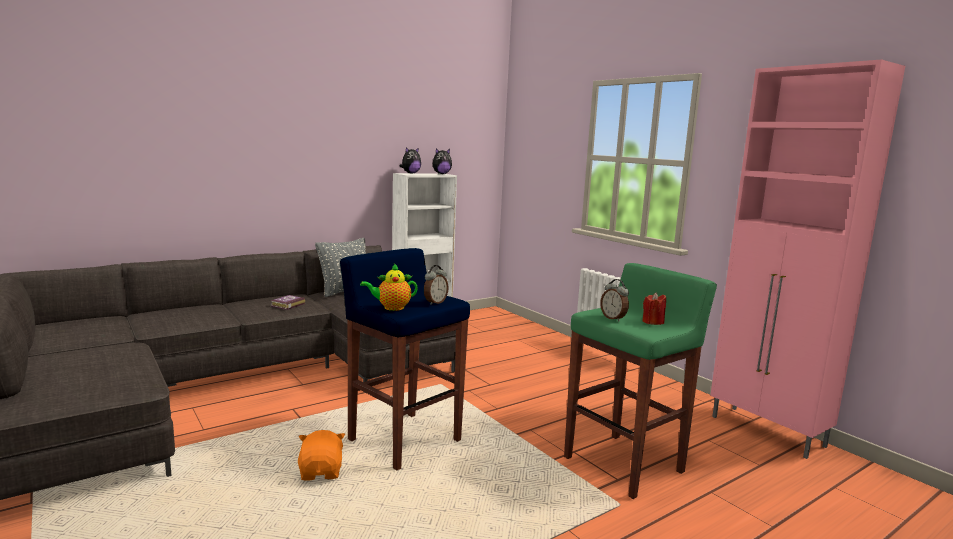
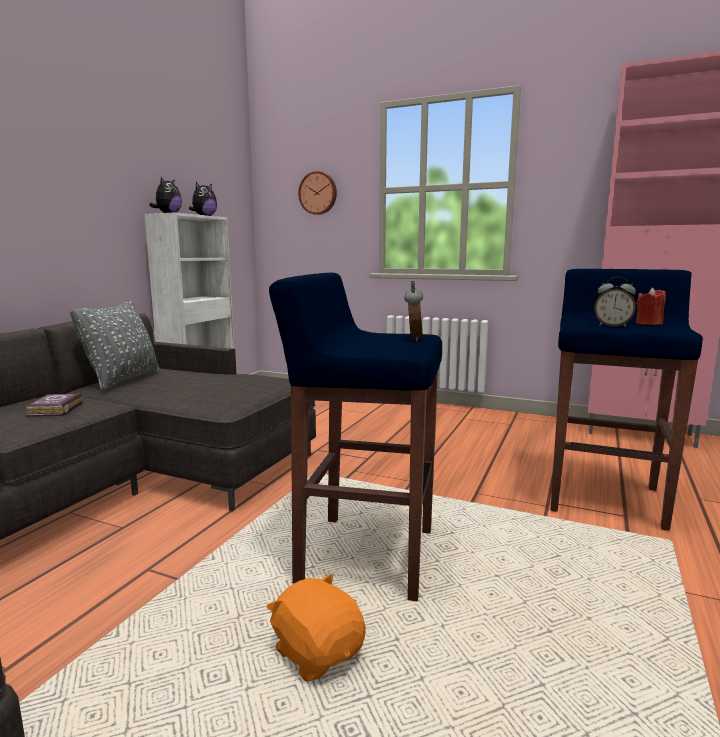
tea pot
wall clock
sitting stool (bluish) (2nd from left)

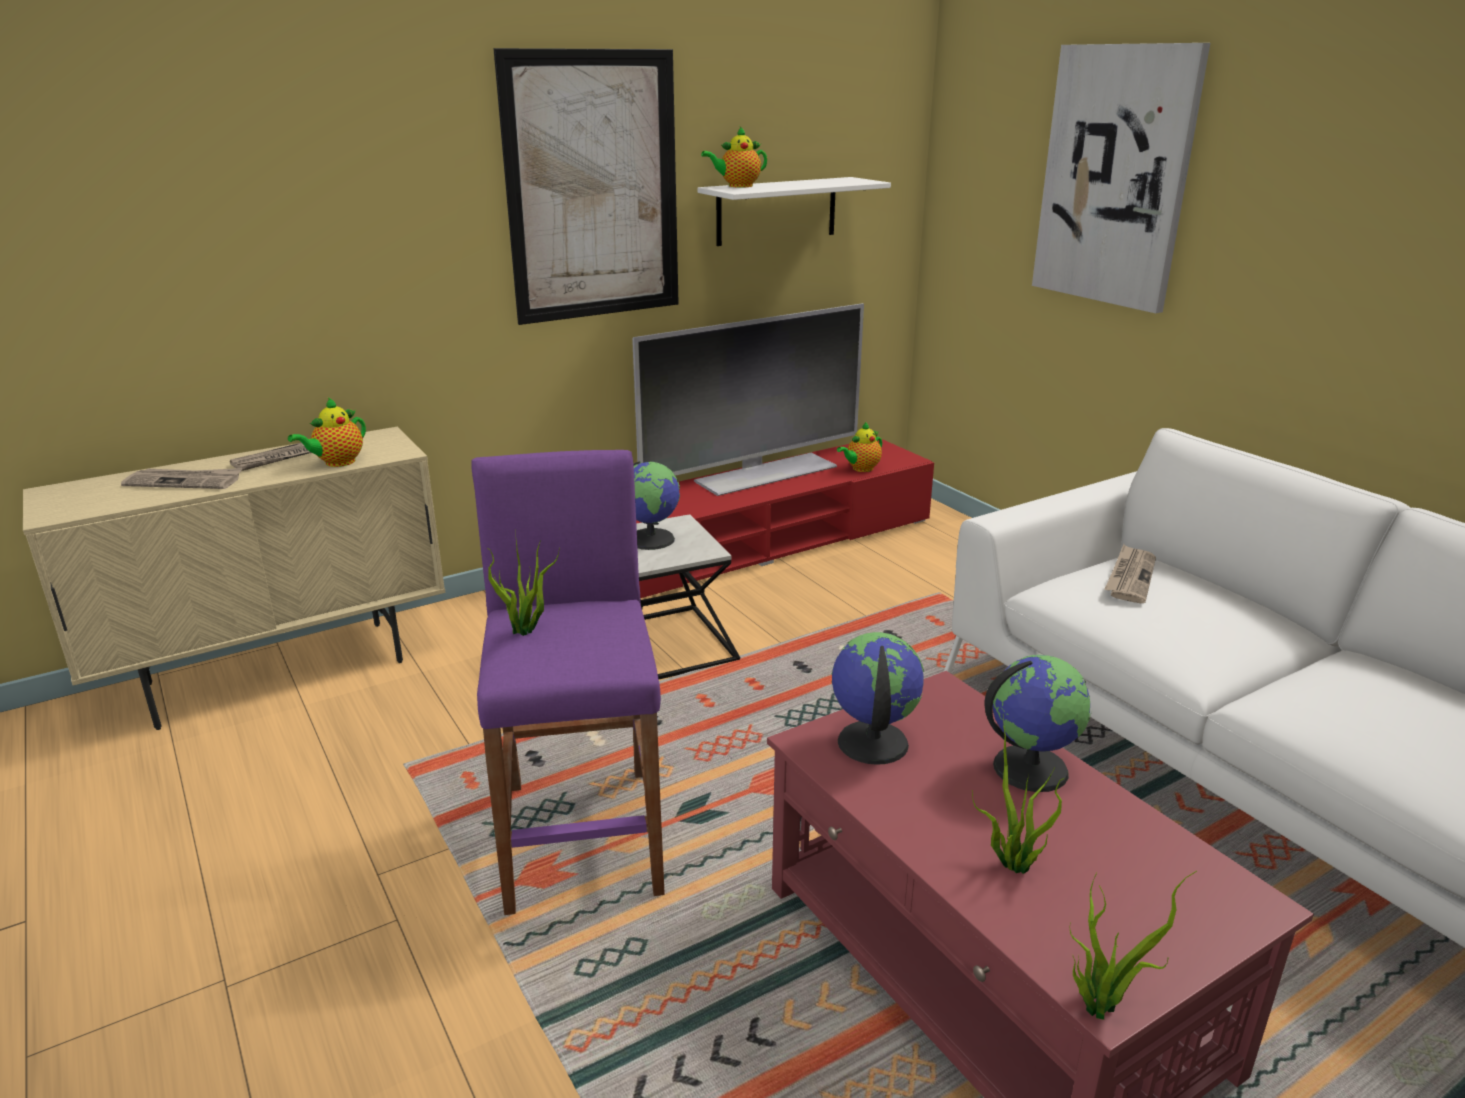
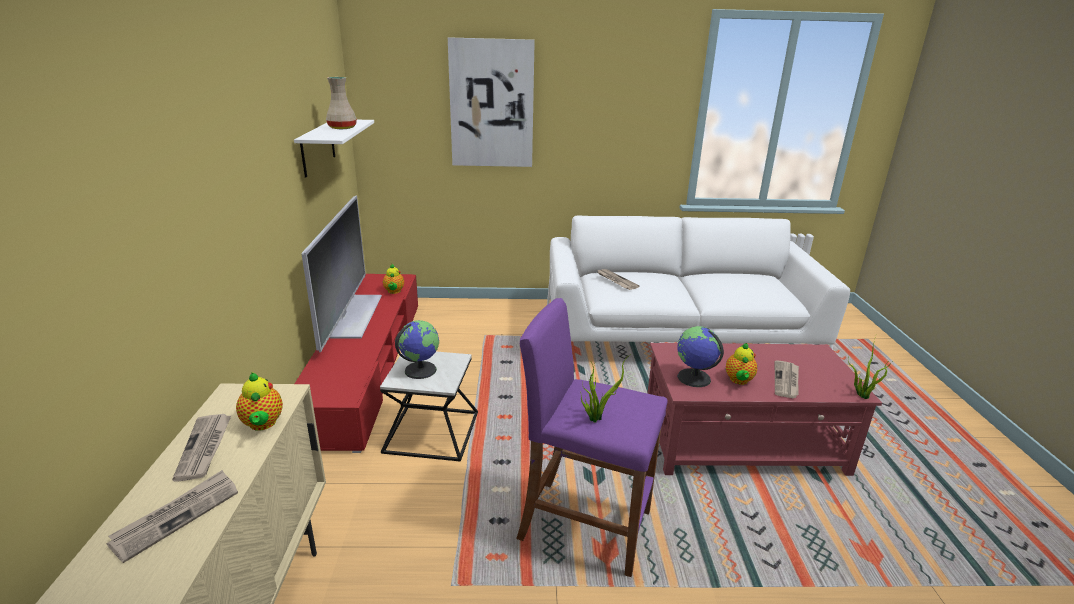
wall art (1st from left in the first image)
globe (3rd from left in the first image)
flower vase (beige)
tea pot (3rd from left)
daily paper (4th from left)

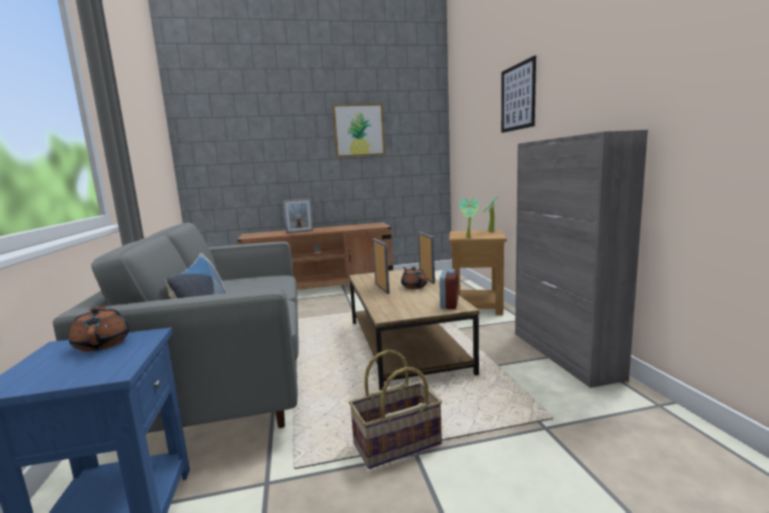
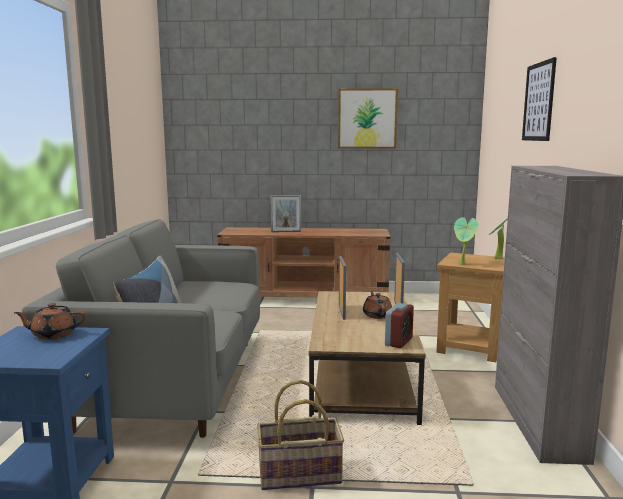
tea pot (brownish) (1st from left)

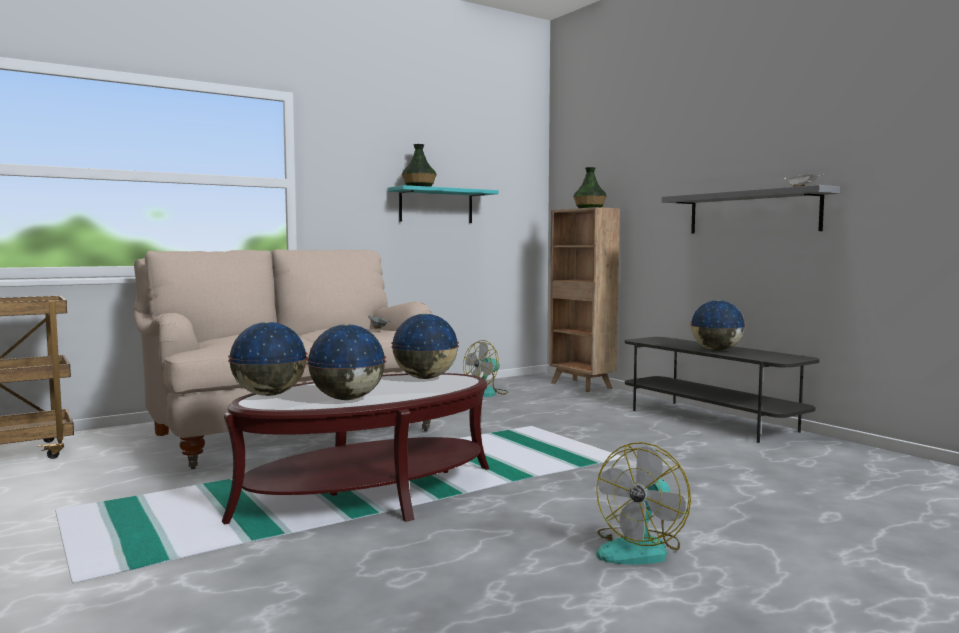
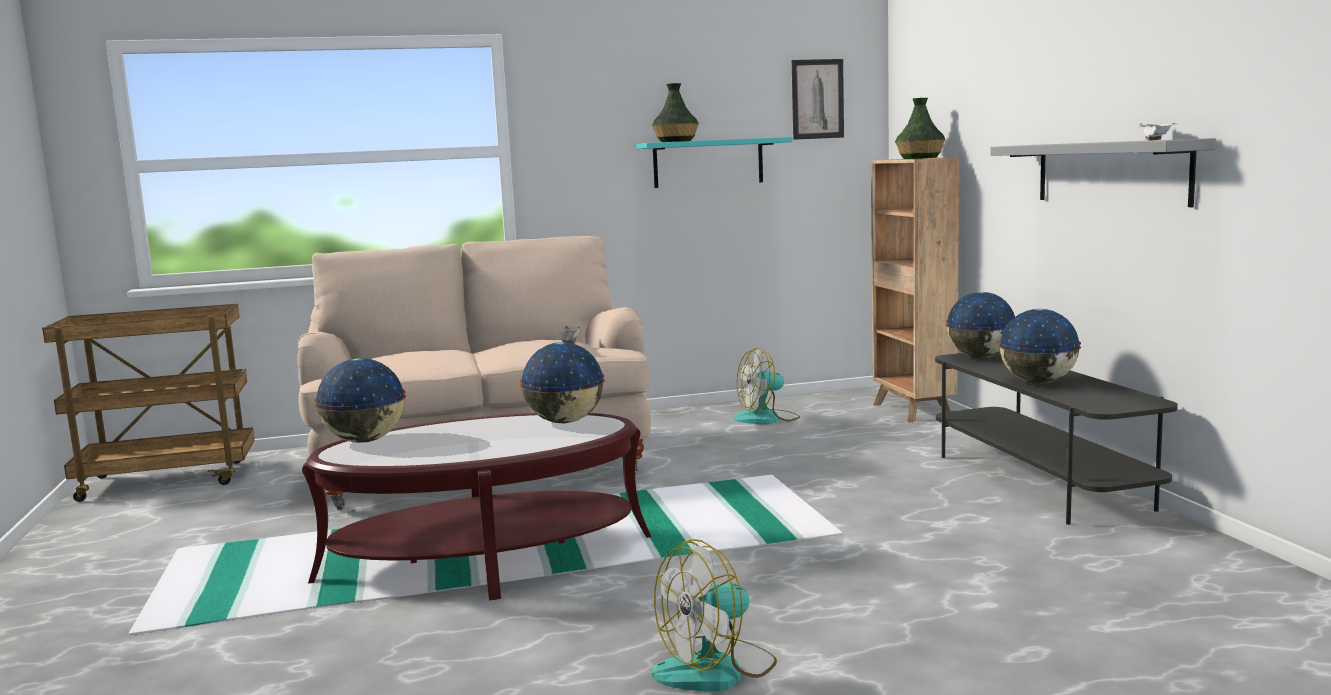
wall art
globe (3rd from left)

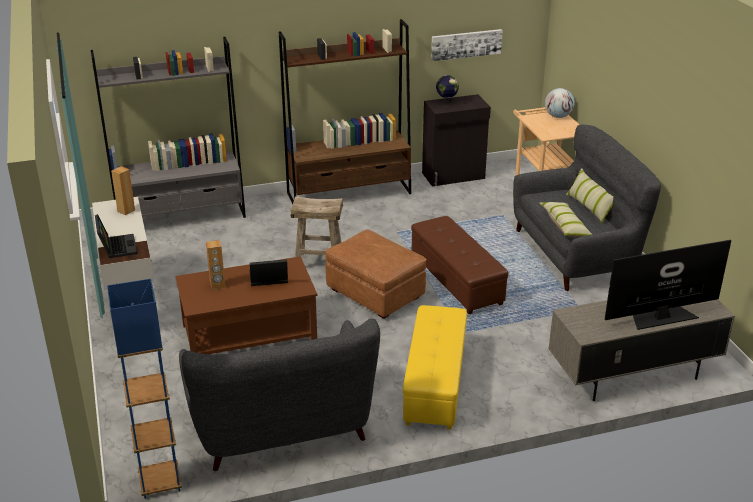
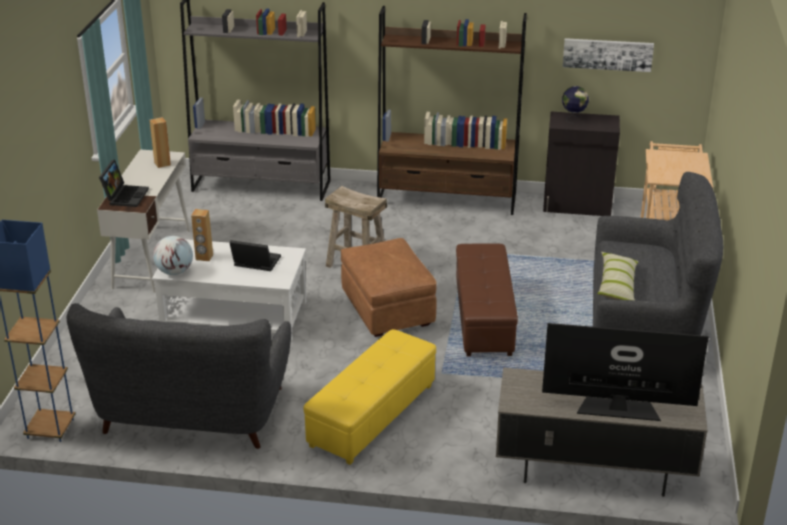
pillow (2nd from left in the first image)
globe (1st from left)
lounge table (white-coloured)

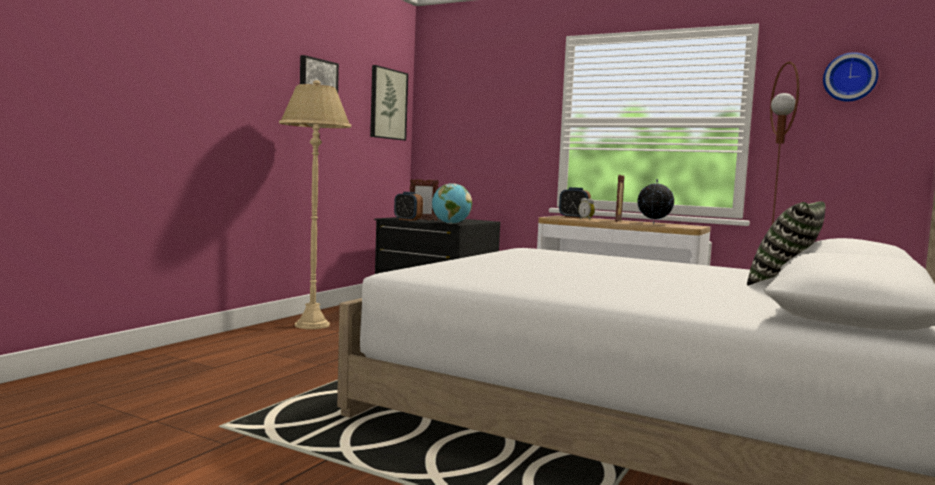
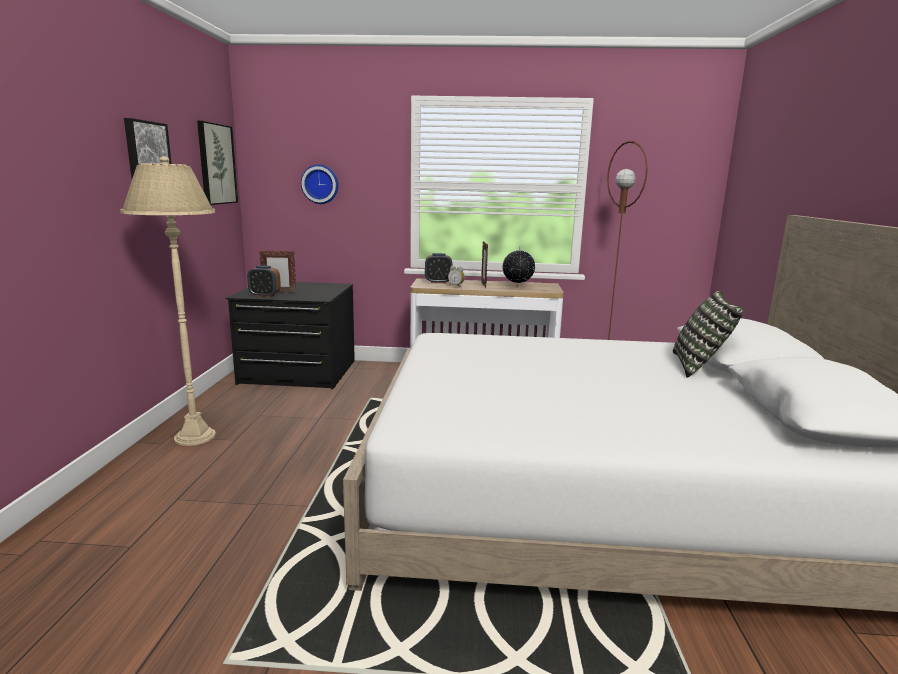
globe (1st from left in the first image)
wall clock

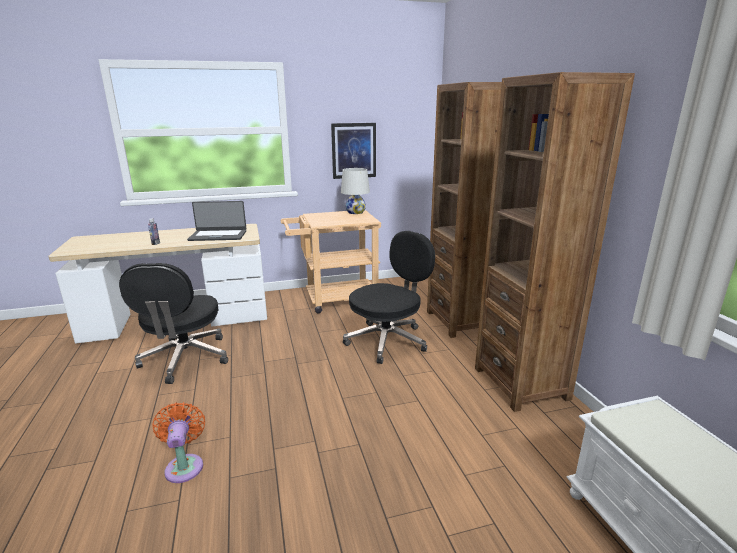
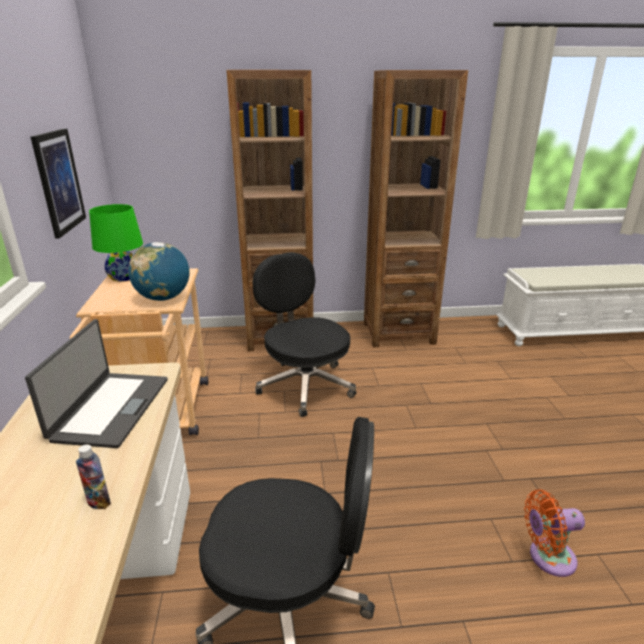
globe
table lamp (greenish)

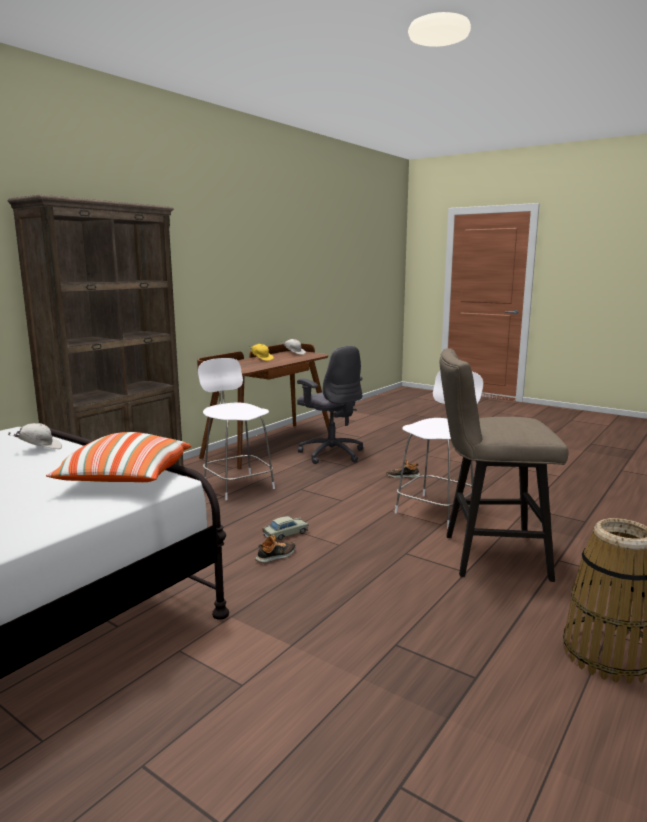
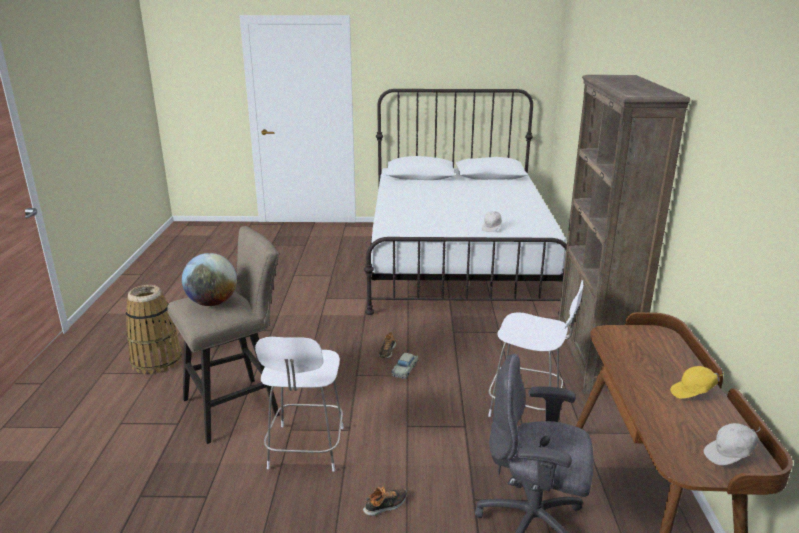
pillow
globe

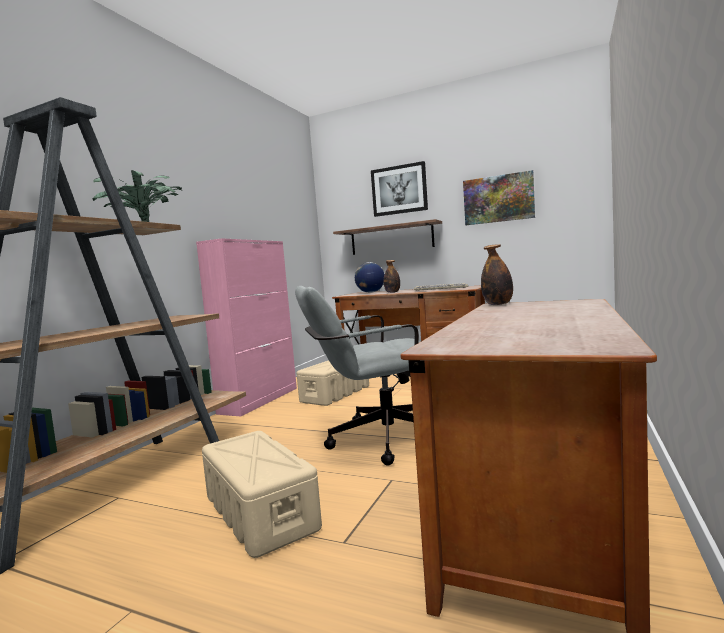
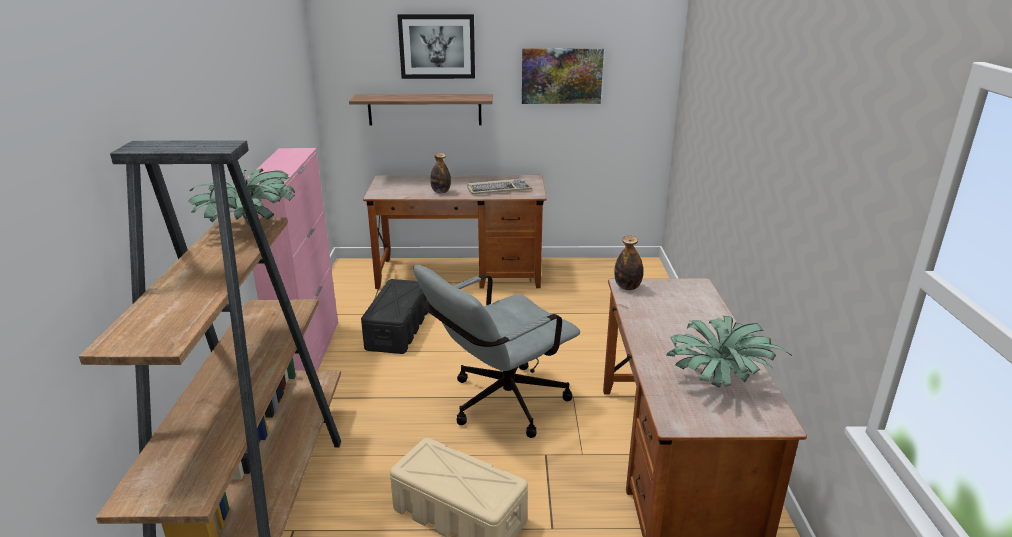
globe
houseplant (2nd from left)
storage box (black-coloured)

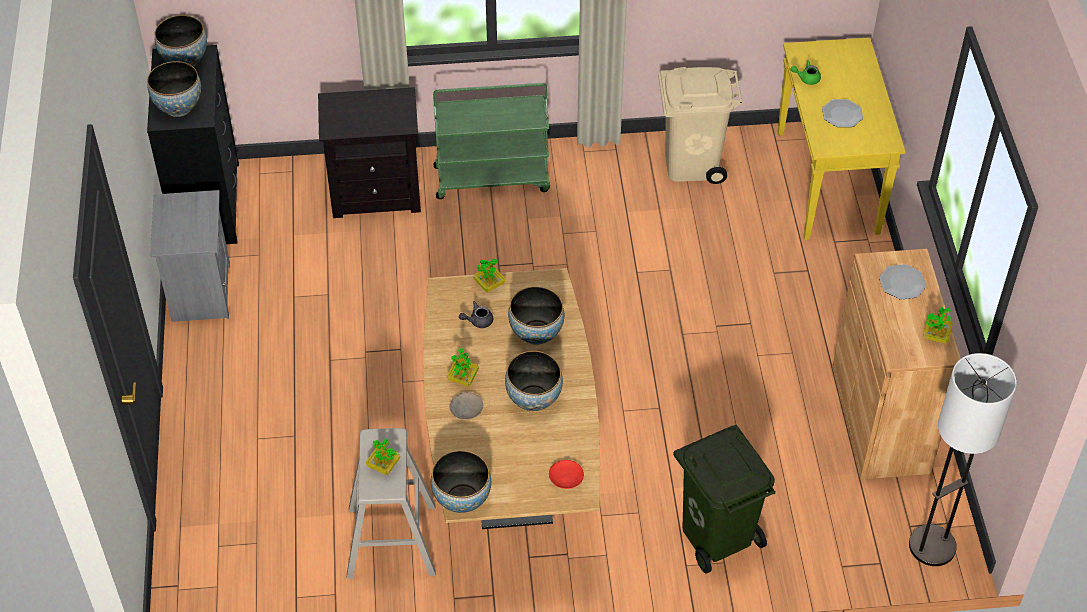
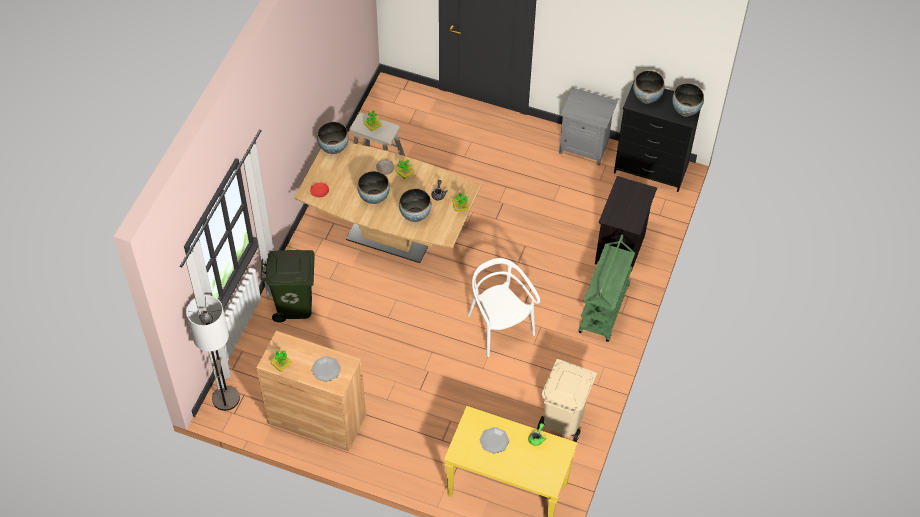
plain chair (white-coloured)

